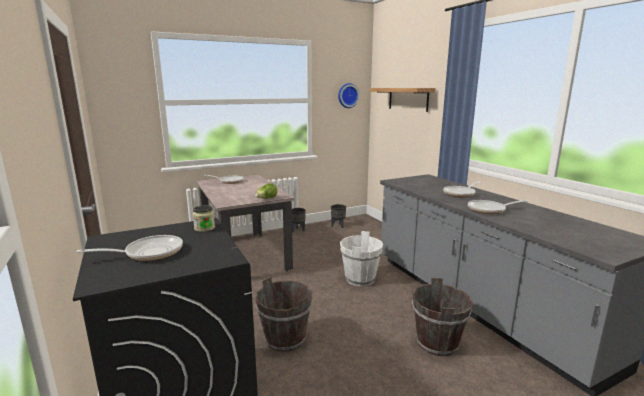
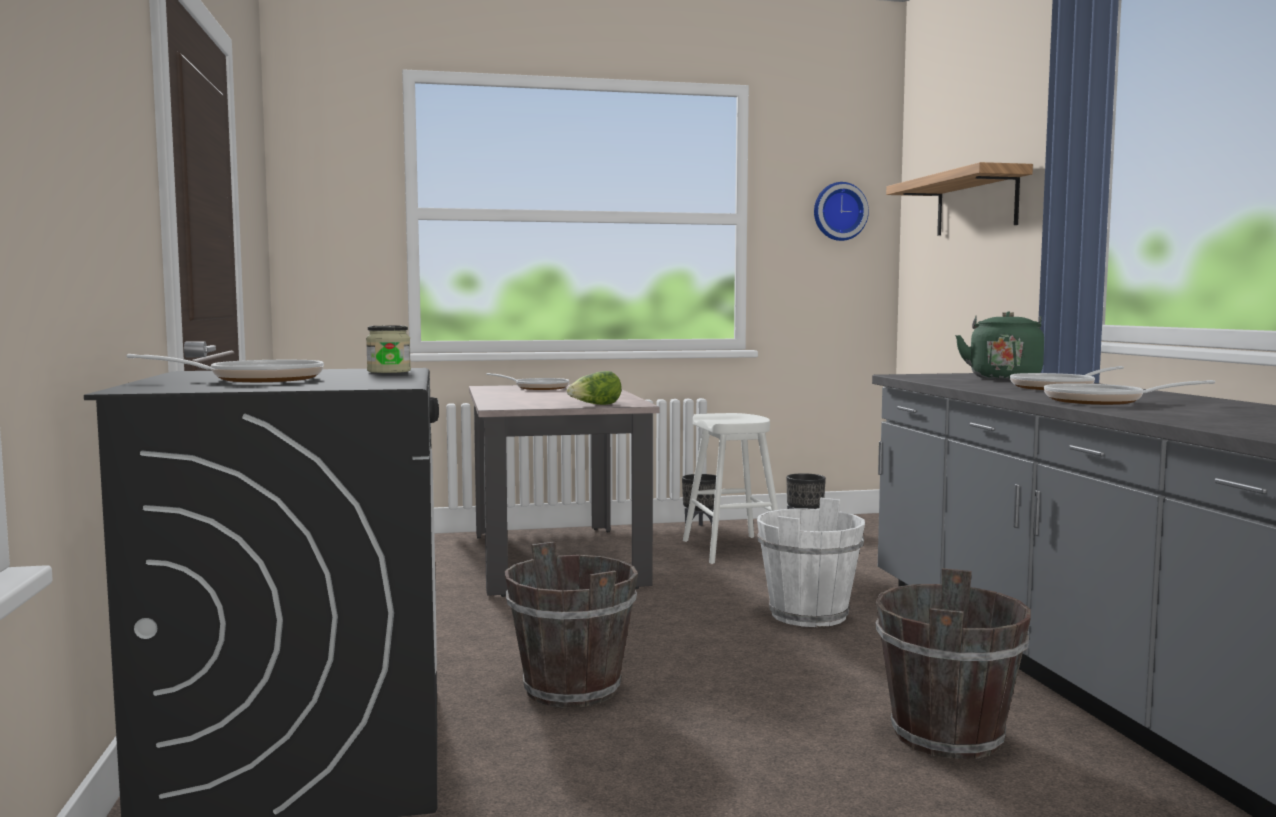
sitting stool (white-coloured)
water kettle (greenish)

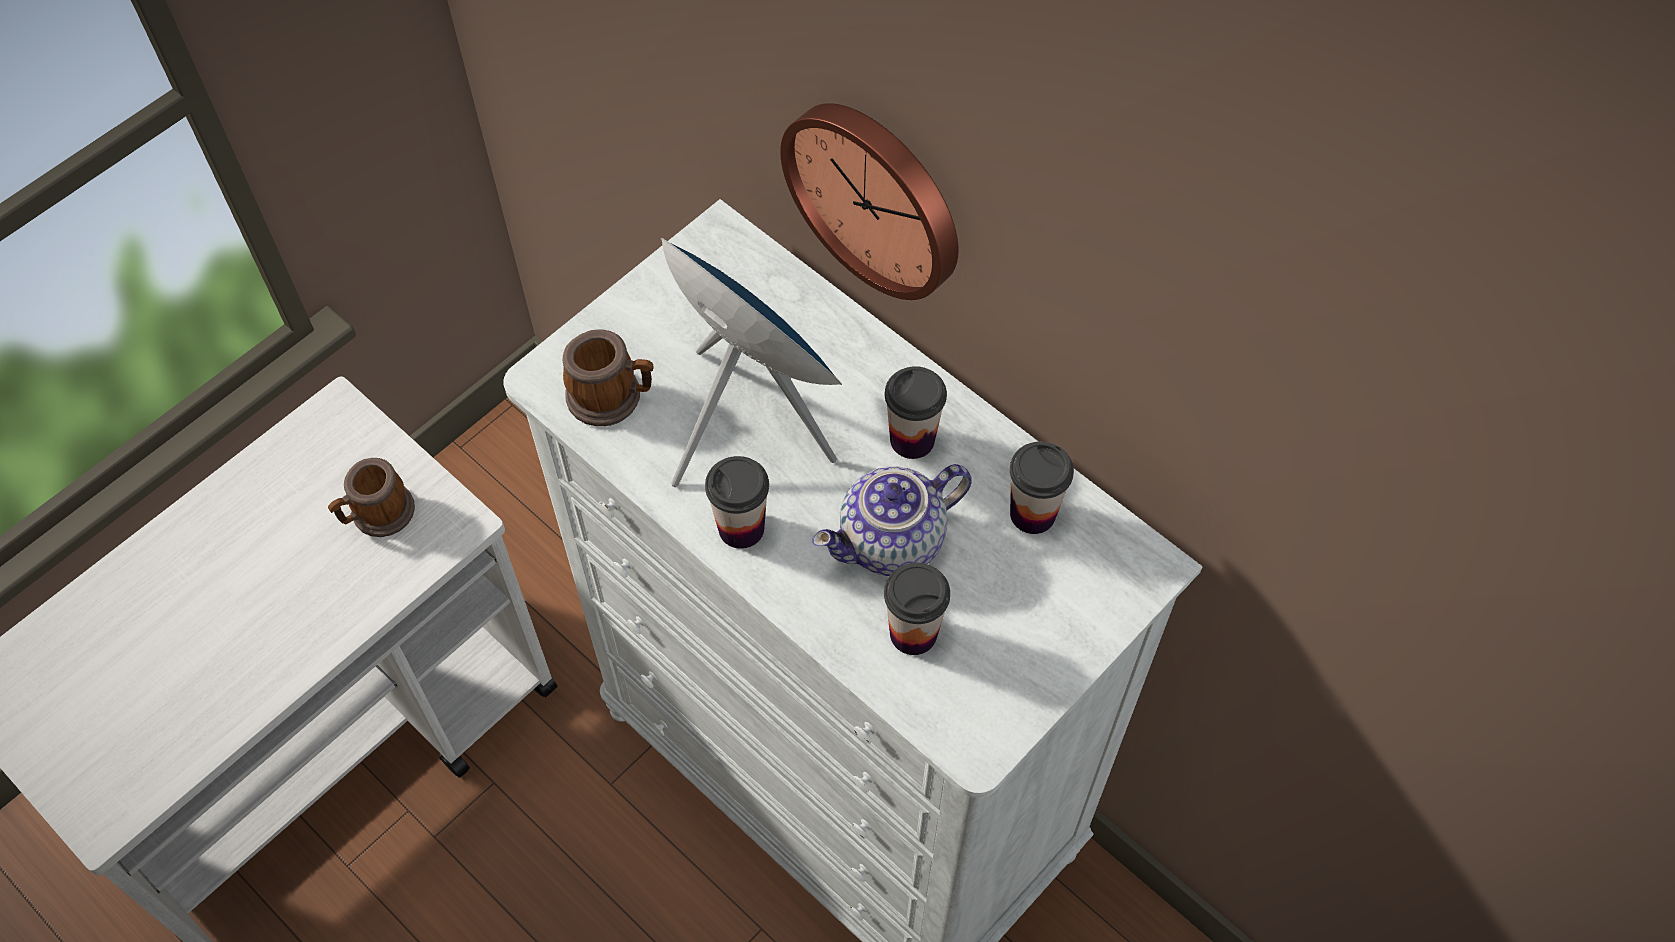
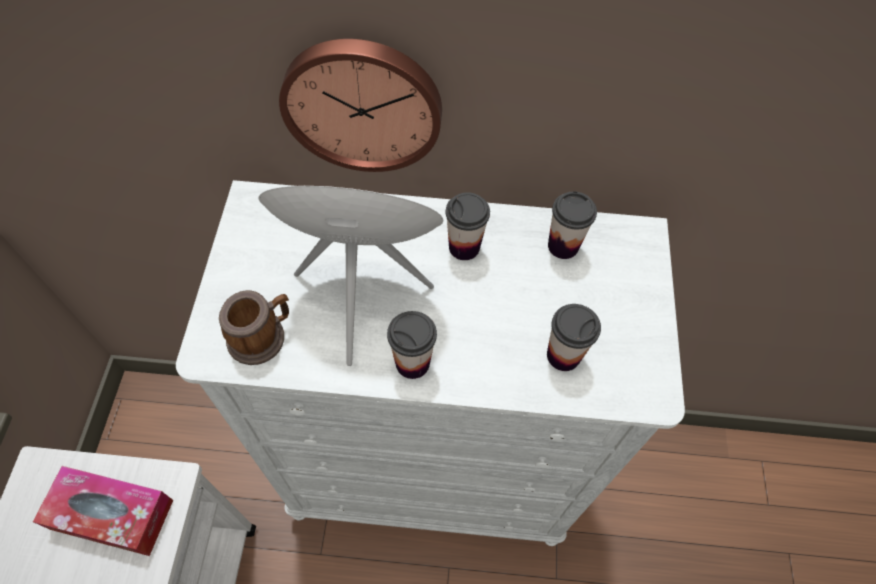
tea pot
tissue holder

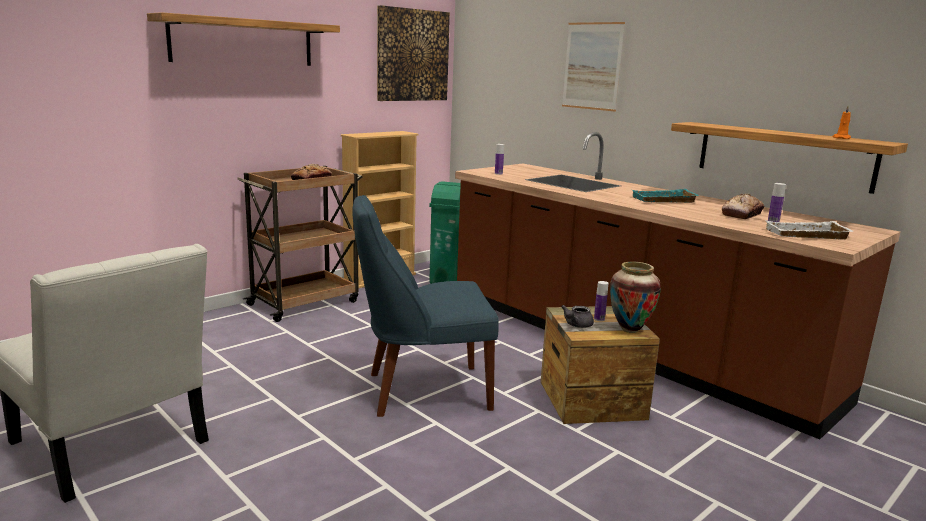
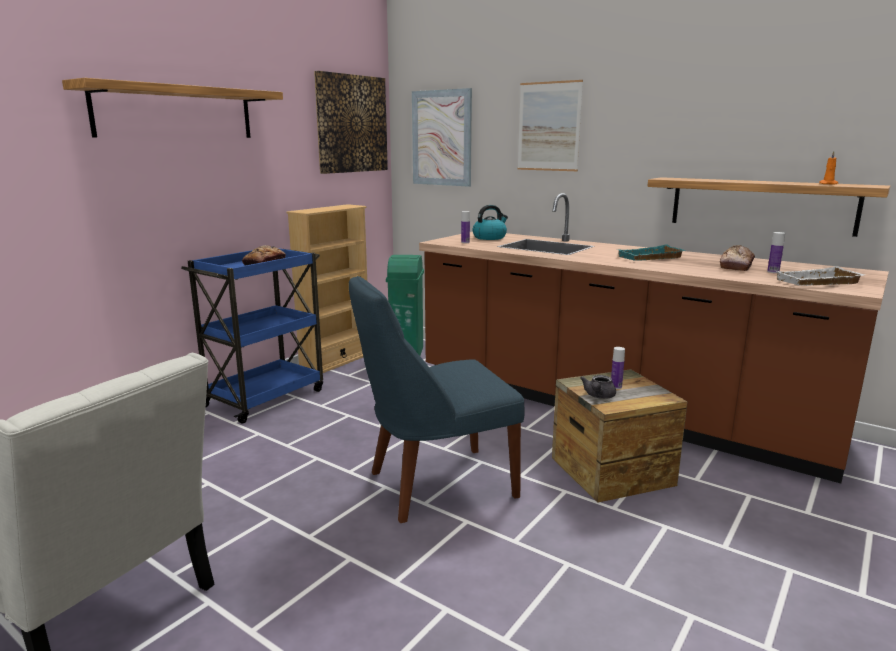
flower vase
wall art (2nd from left)
water kettle
trolley (bluish)

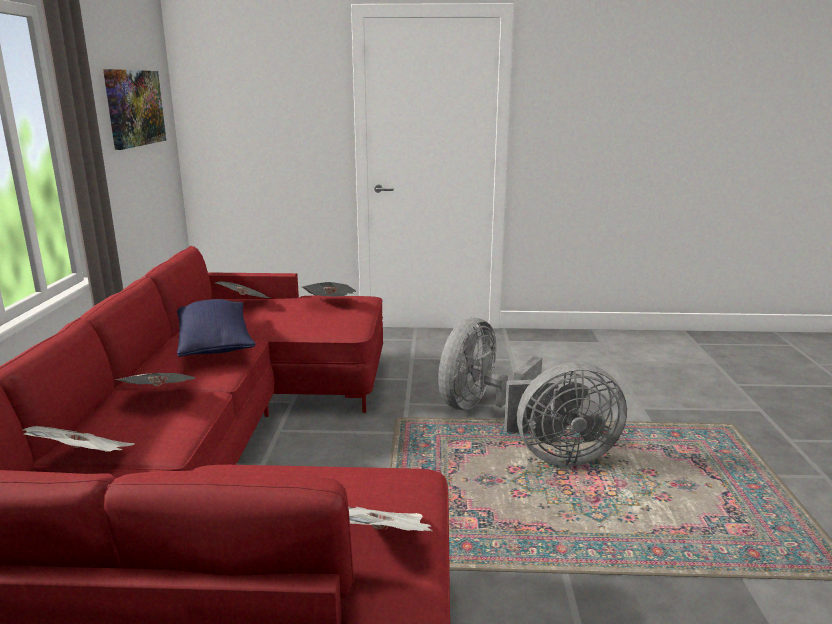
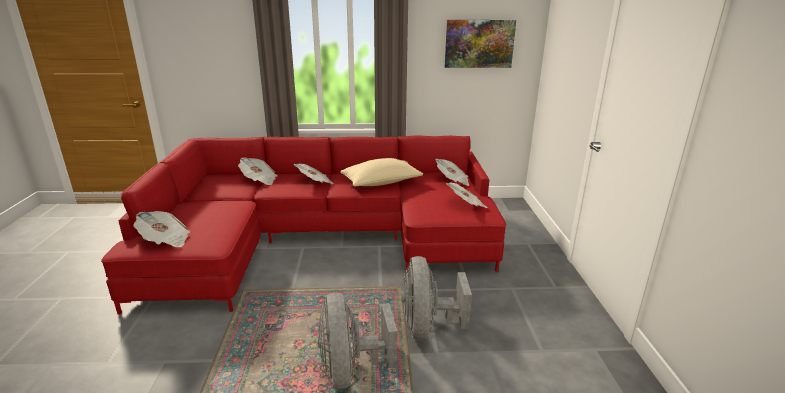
pillow (beige)
fan (greyish) (2nd from left)

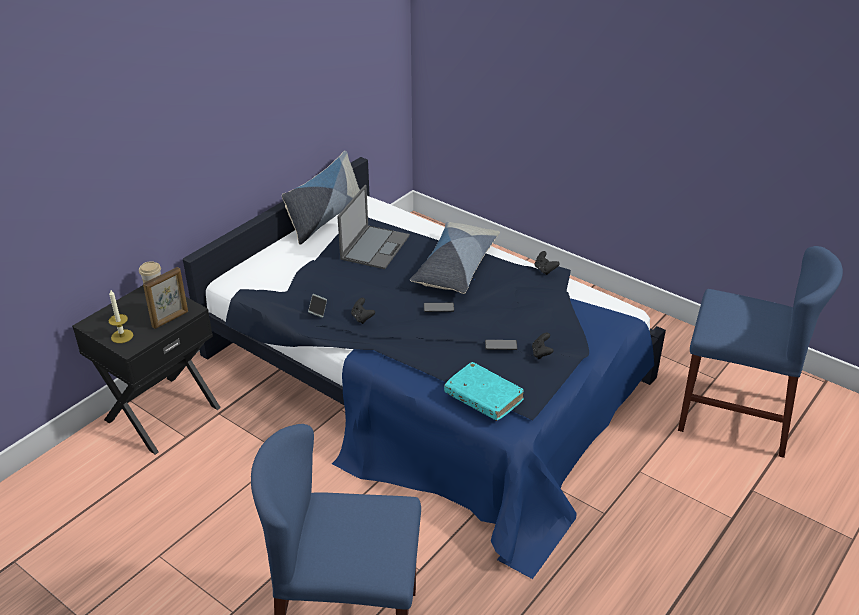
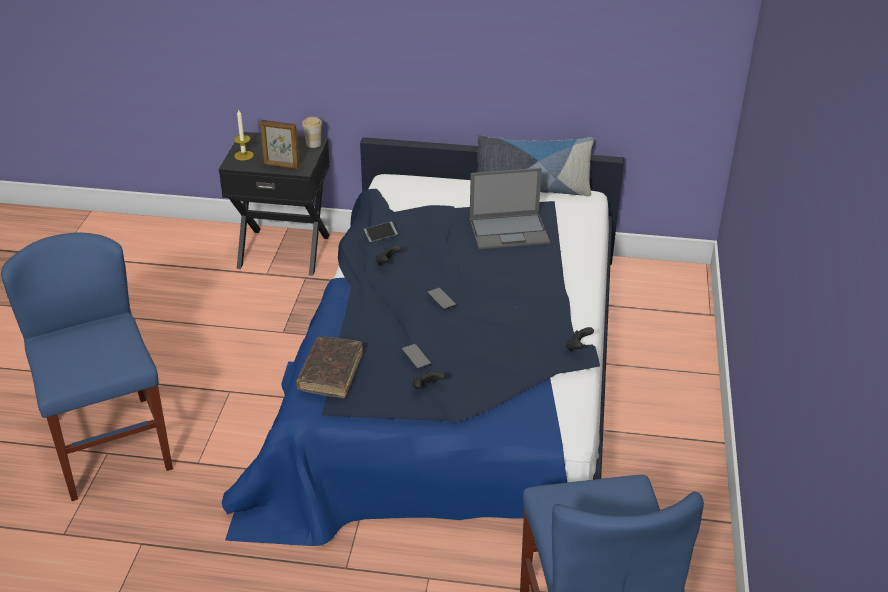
pillow (2nd from left in the first image)
book (brownish)

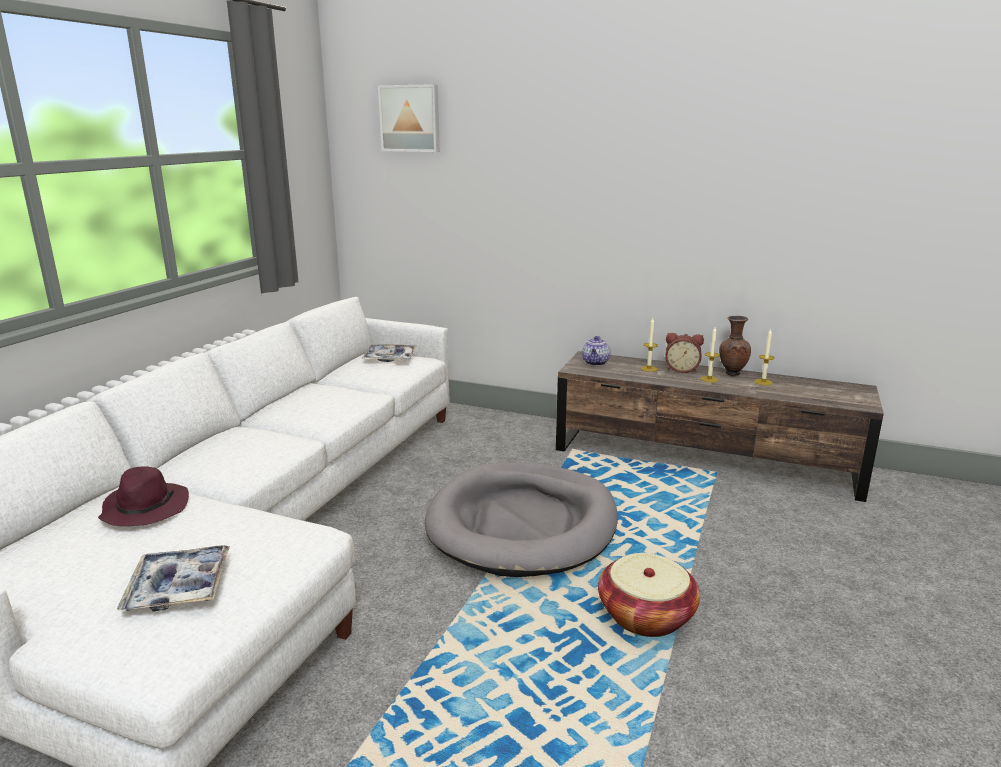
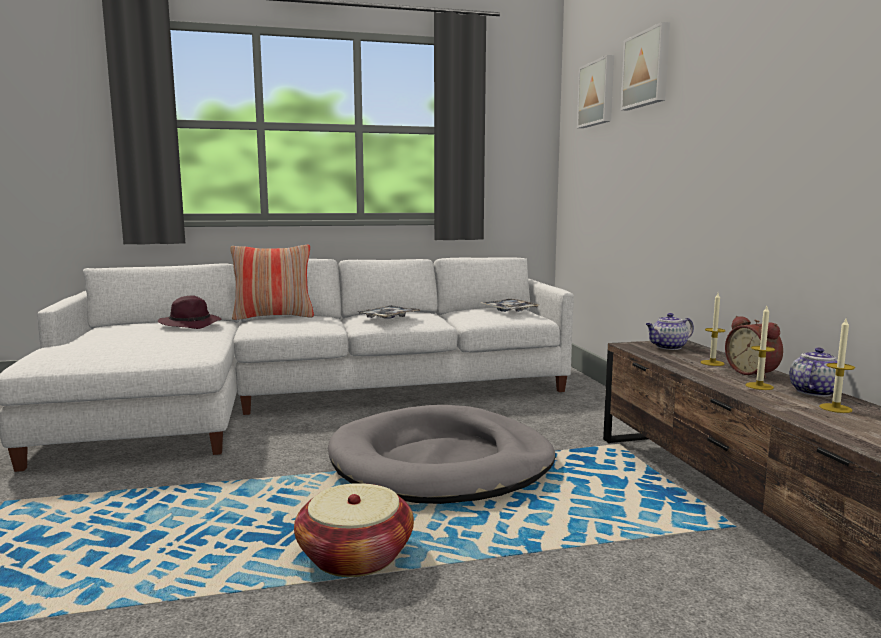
pillow
wall art (2nd from left)
carrying tray (1st from left)
tea pot (2nd from left)

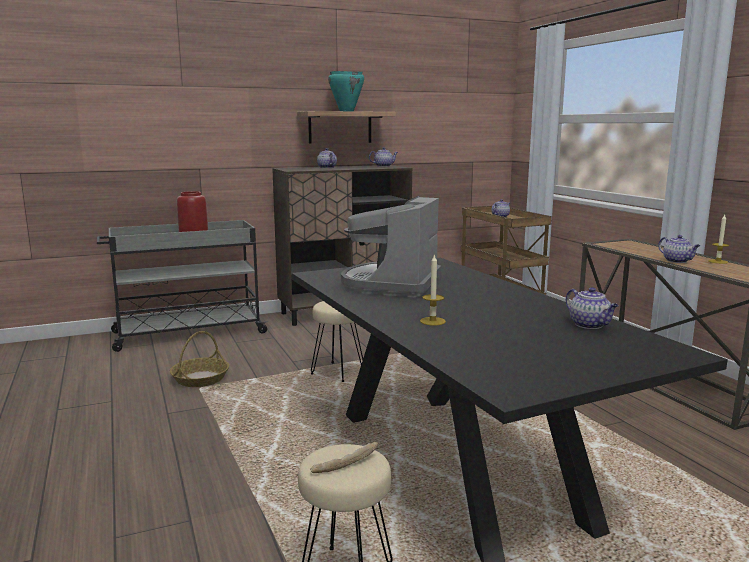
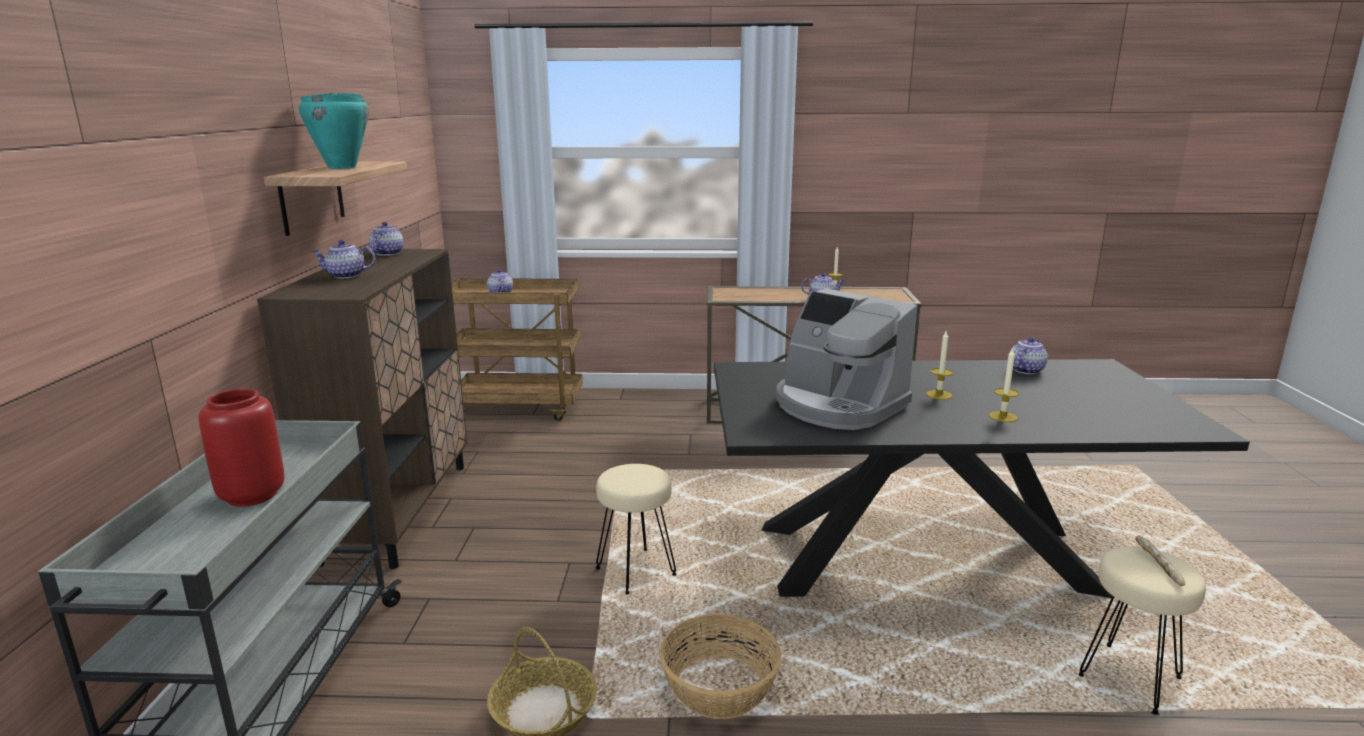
storage basket (2nd from left)
wax candle (2nd from left)
tea pot (5th from left)

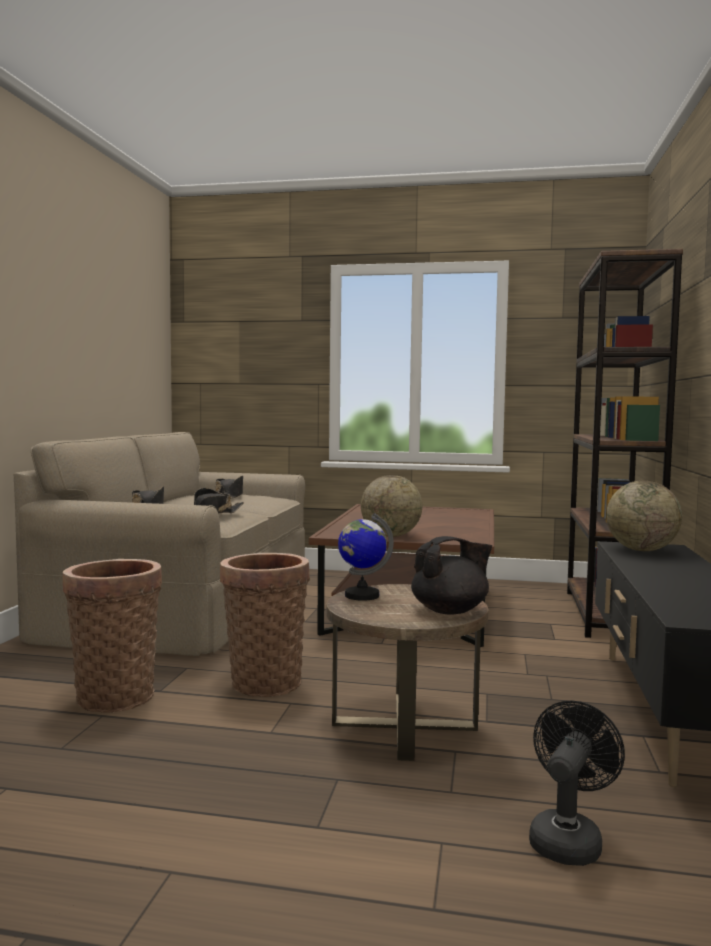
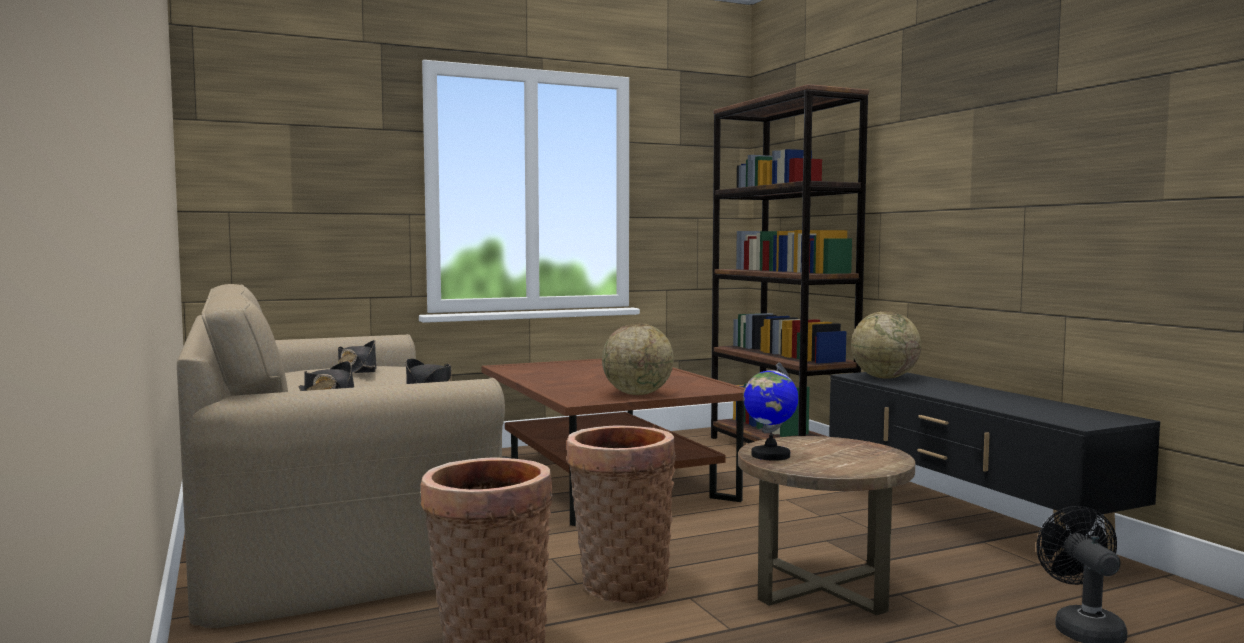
tea pot (black-coloured)

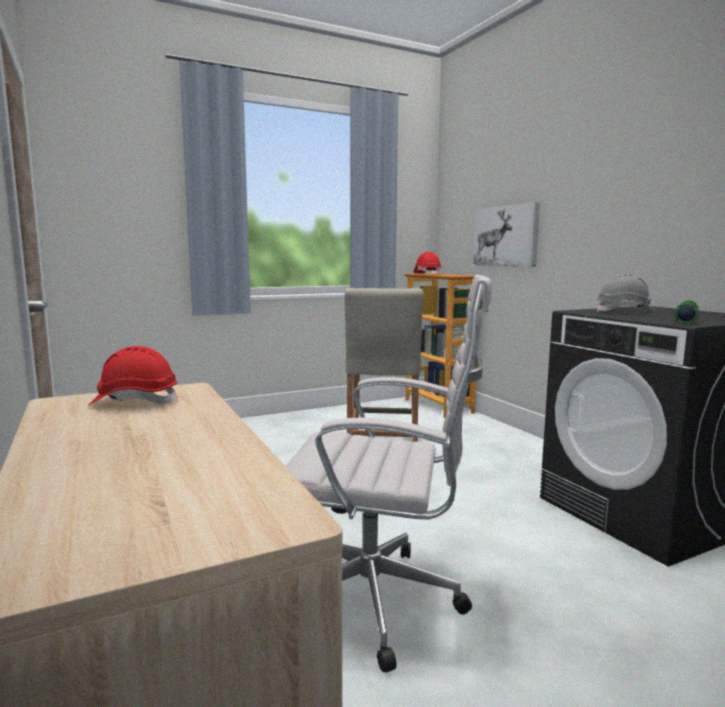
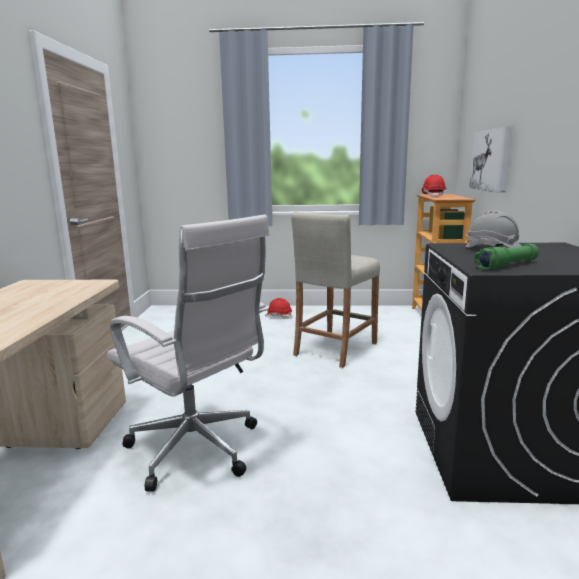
hard hat (red-coloured) (1st from left)

